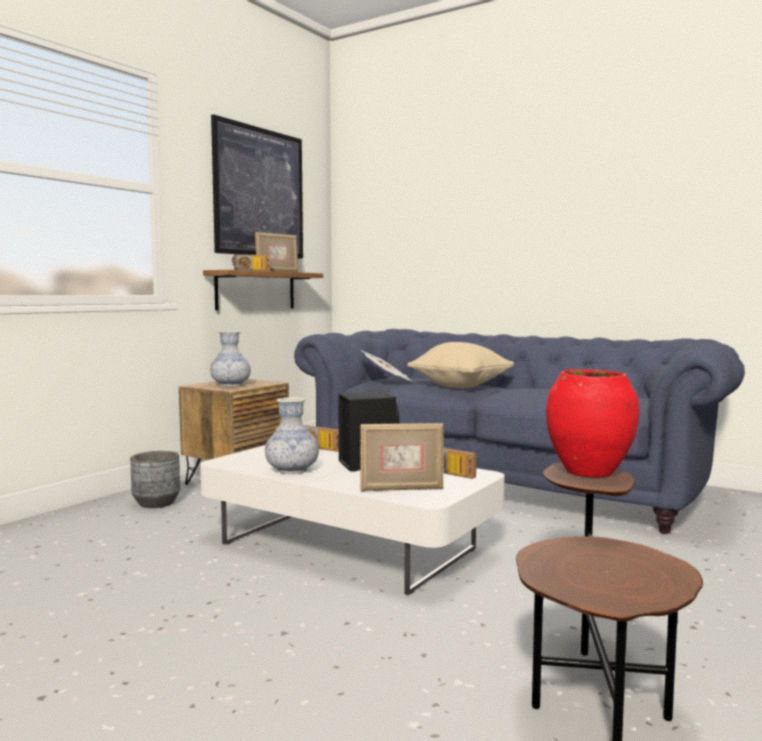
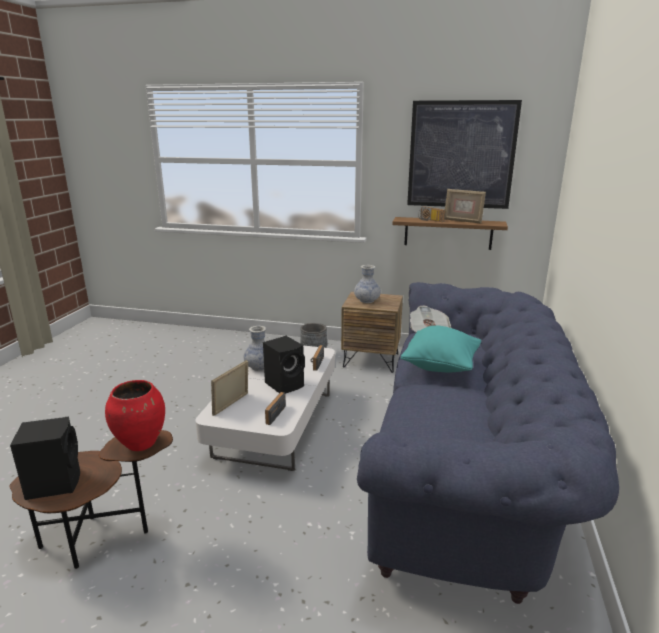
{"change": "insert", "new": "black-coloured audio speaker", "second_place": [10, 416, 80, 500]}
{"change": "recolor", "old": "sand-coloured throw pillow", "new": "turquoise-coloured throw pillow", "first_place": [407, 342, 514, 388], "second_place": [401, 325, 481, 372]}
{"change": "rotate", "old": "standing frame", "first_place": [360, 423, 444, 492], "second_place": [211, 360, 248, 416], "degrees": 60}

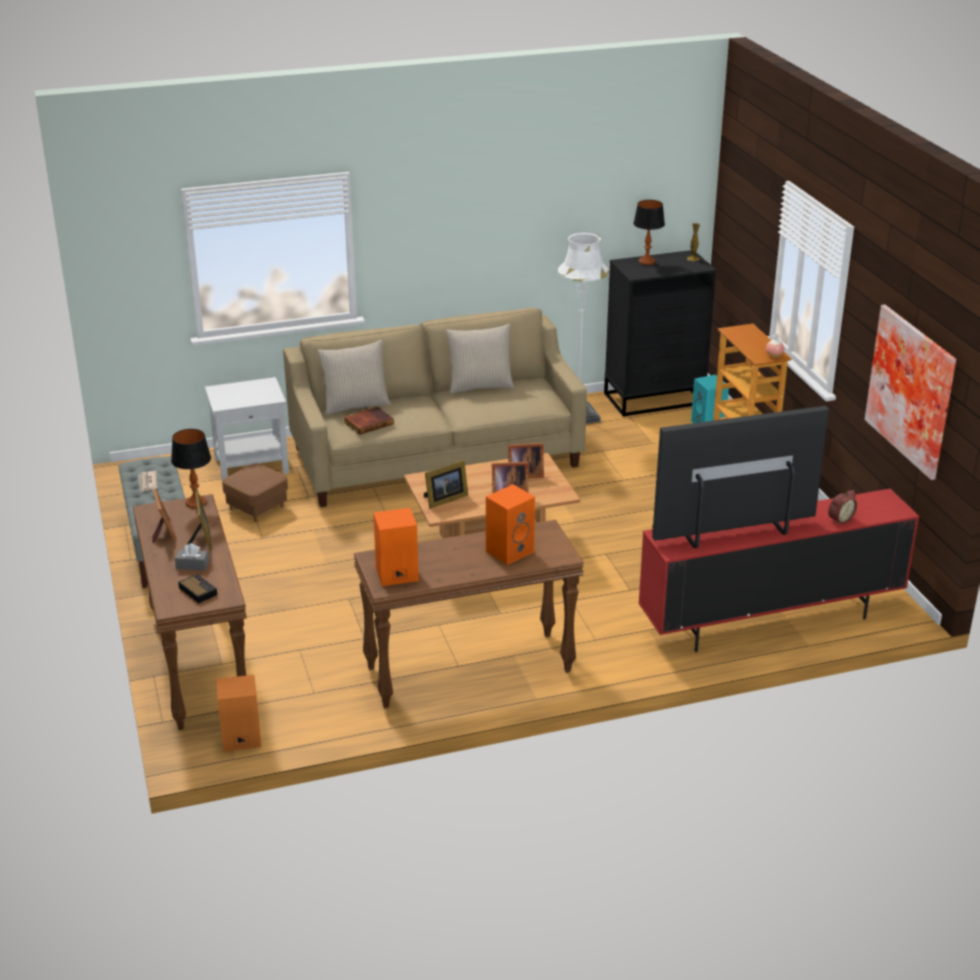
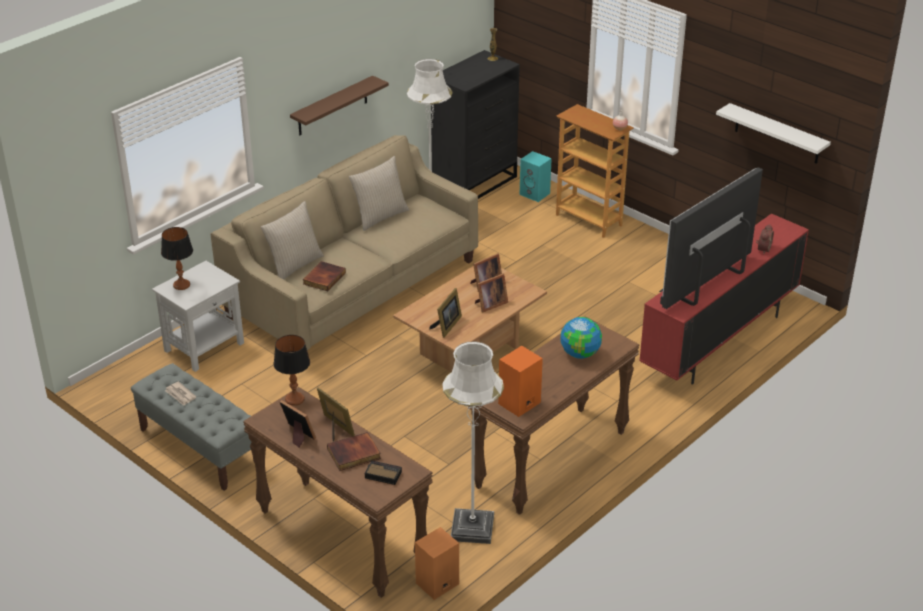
{"change": "delete", "old": "brown ottoman", "first_place": [222, 463, 288, 522]}
{"change": "insert", "new": "brown bracket shelf", "second_place": [290, 76, 389, 135]}
{"change": "insert", "new": "white standing lamp", "second_place": [442, 341, 504, 544]}
{"change": "move", "old": "lamp for a table", "first_place": [633, 200, 665, 265], "second_place": [161, 227, 193, 290]}
{"change": "replace", "old": "greyish box of tissues", "new": "volume", "first_place": [175, 543, 209, 571], "second_place": [327, 432, 381, 471]}
{"change": "replace", "old": "orangey audio speaker", "new": "world globe", "first_place": [486, 484, 535, 565], "second_place": [561, 317, 602, 359]}
{"change": "replace", "old": "picture", "new": "white bracket shelf", "first_place": [865, 304, 956, 480], "second_place": [716, 103, 831, 164]}

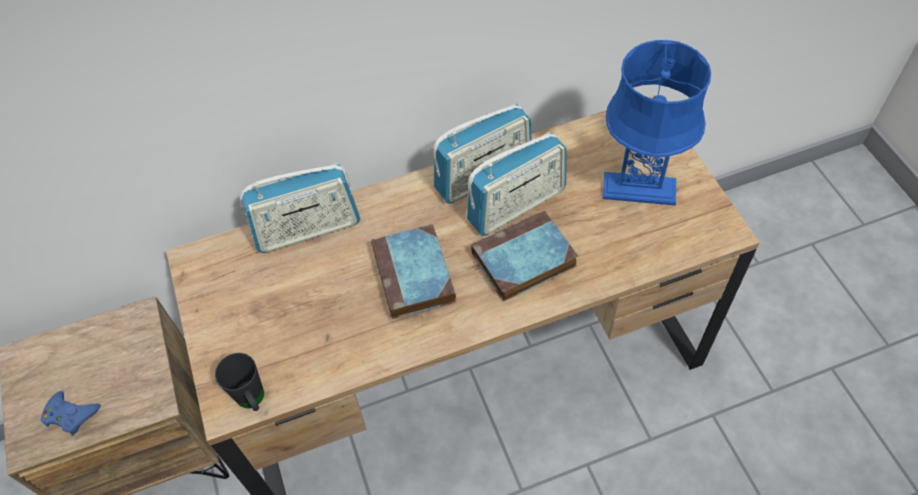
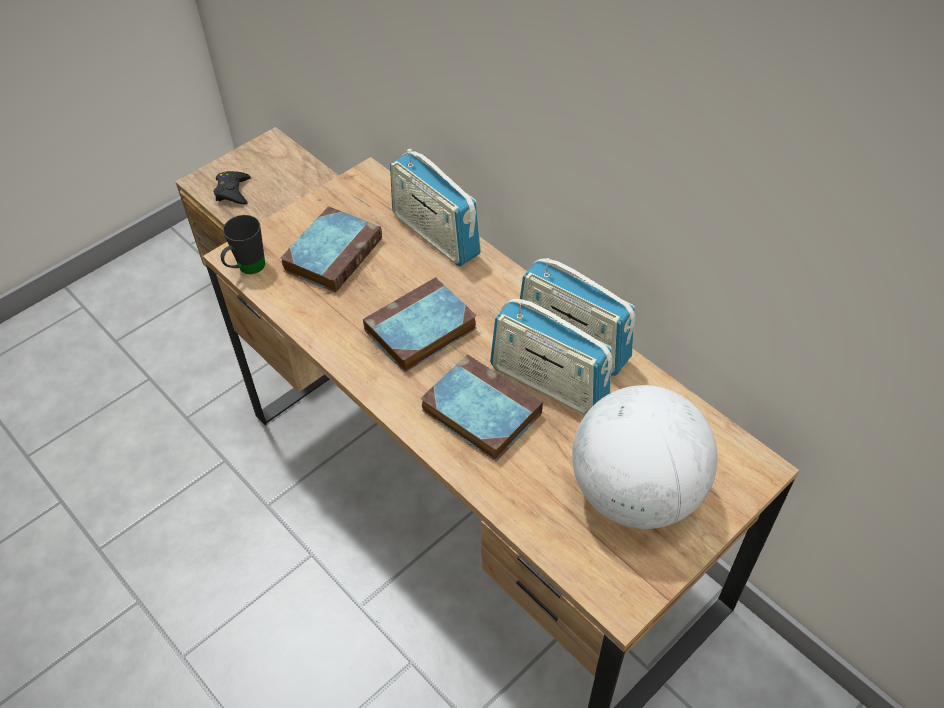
{"change": "insert", "new": "volume", "second_place": [280, 206, 382, 293]}
{"change": "replace", "old": "blue-coloured lamp for a table", "new": "world globe", "first_place": [603, 40, 711, 206], "second_place": [572, 385, 718, 529]}
{"change": "recolor", "old": "blue-coloured joypad", "new": "black-coloured joypad", "first_place": [41, 391, 101, 436], "second_place": [214, 171, 251, 204]}

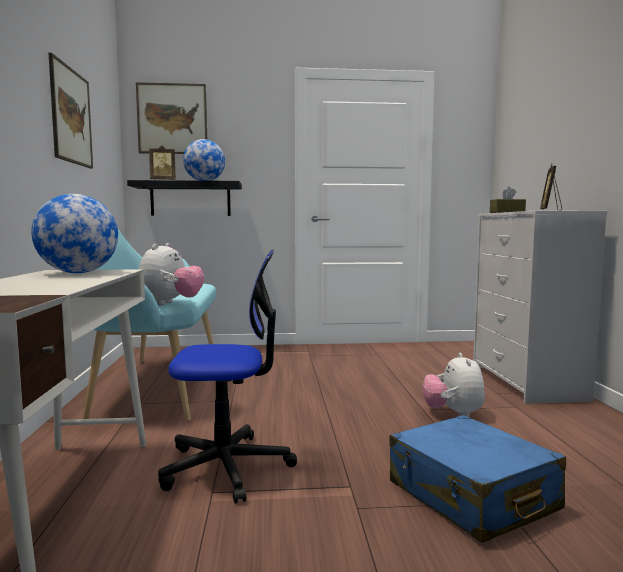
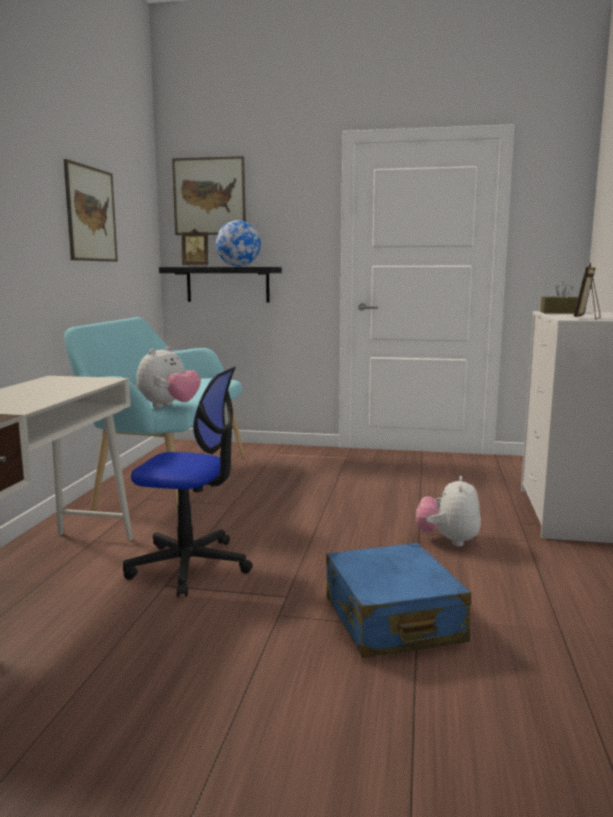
{"change": "delete", "old": "world globe", "first_place": [31, 194, 118, 273]}

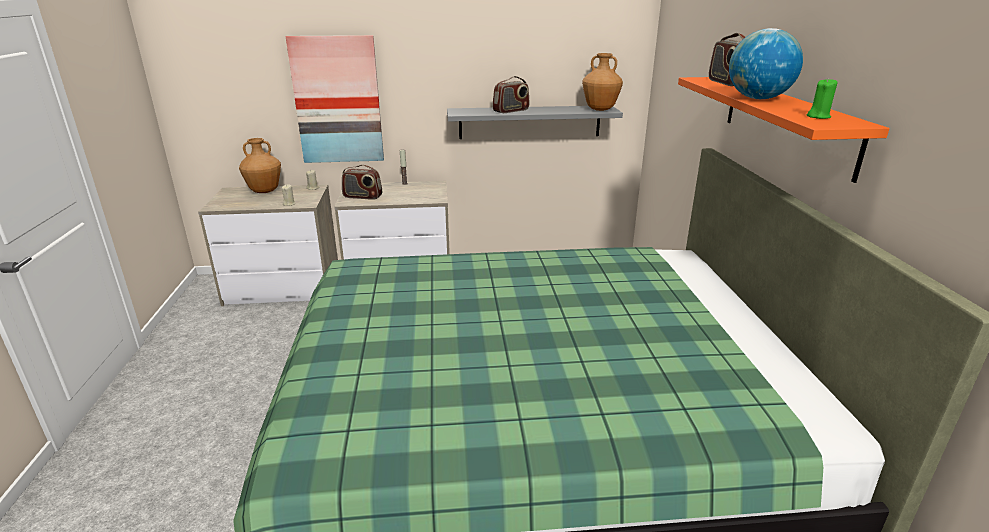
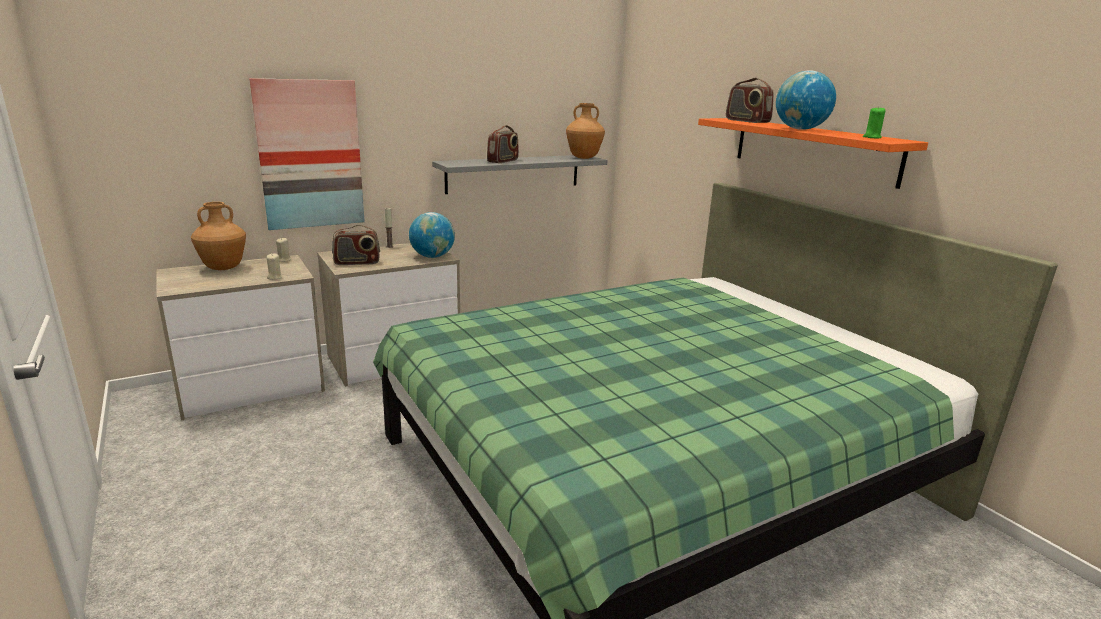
{"change": "insert", "new": "world globe", "second_place": [409, 212, 455, 258]}

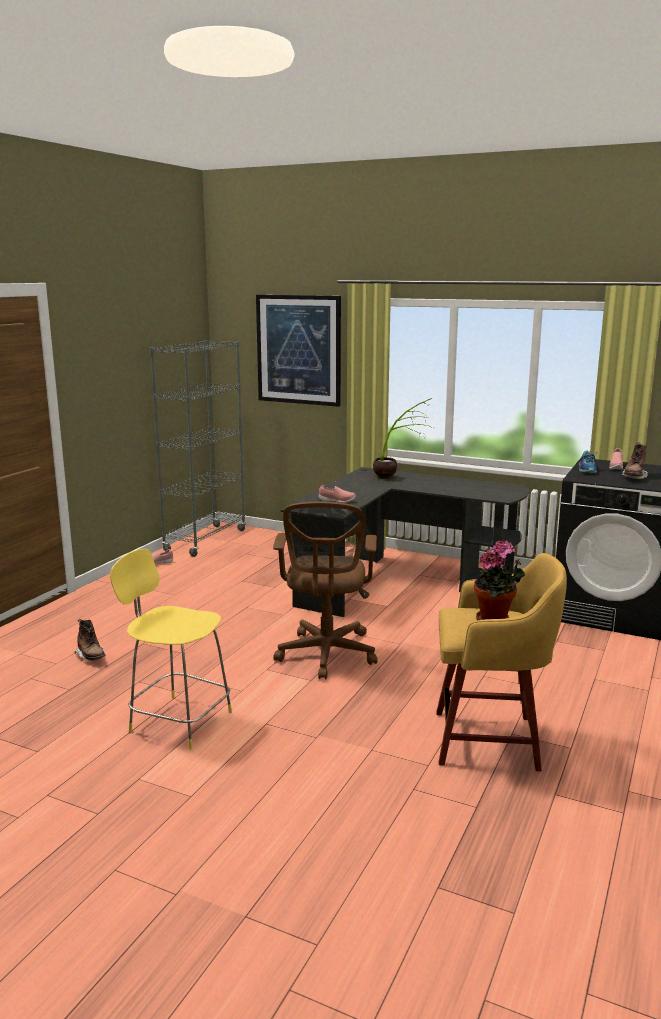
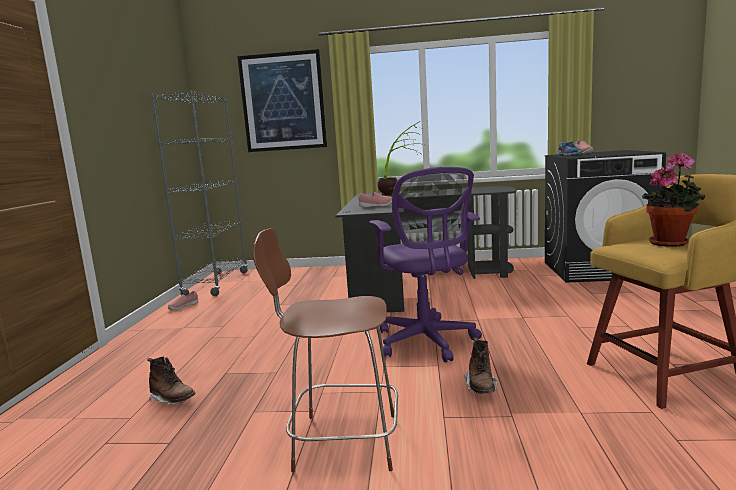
{"change": "move", "old": "brown boot", "first_place": [622, 443, 648, 479], "second_place": [464, 337, 498, 394]}
{"change": "recolor", "old": "yellowish stool seat", "new": "brown stool seat", "first_place": [110, 549, 232, 750], "second_place": [253, 229, 398, 472]}
{"change": "recolor", "old": "brown desk chair", "new": "purple desk chair", "first_place": [273, 502, 378, 679], "second_place": [369, 167, 482, 363]}

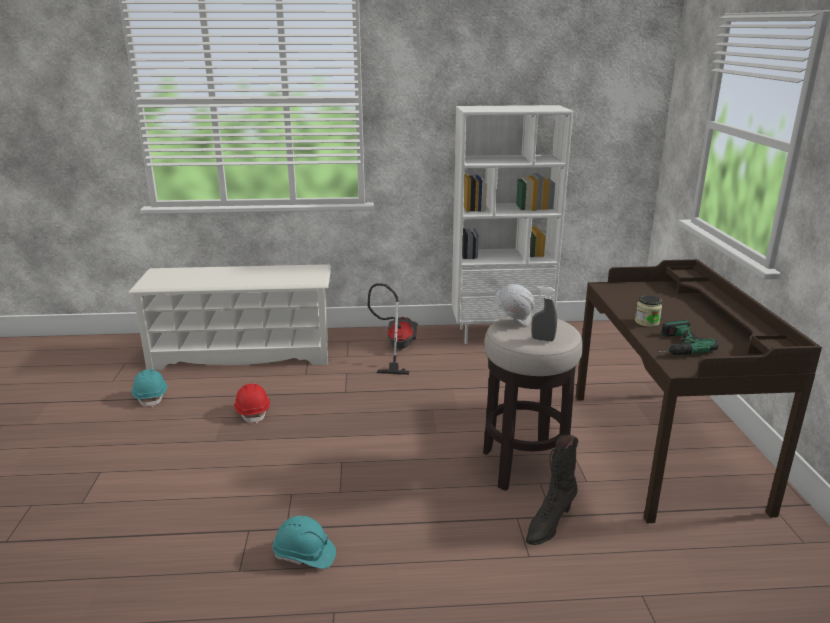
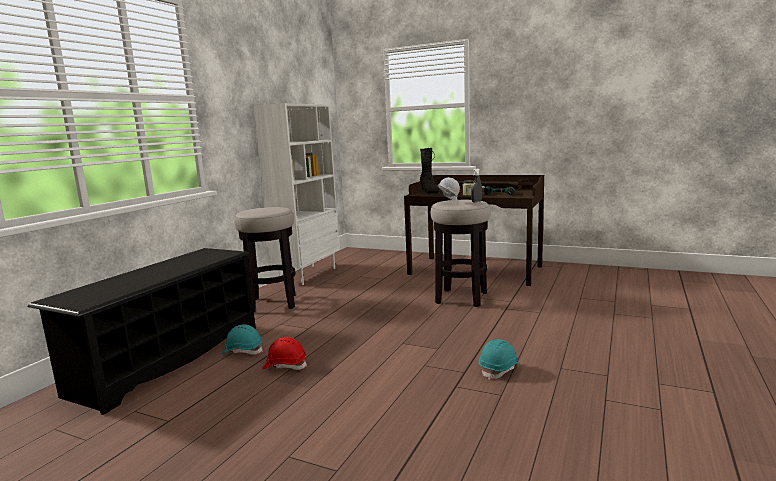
{"change": "move", "old": "turquoise-coloured work helmet", "first_place": [131, 369, 167, 407], "second_place": [221, 324, 263, 355]}
{"change": "move", "old": "black-coloured boot", "first_place": [526, 435, 578, 545], "second_place": [420, 148, 441, 194]}
{"change": "replace", "old": "hoover", "new": "stool seat", "first_place": [367, 283, 418, 375], "second_place": [234, 207, 296, 312]}
{"change": "recolor", "old": "white shoe rack", "new": "black-coloured shoe rack", "first_place": [128, 264, 331, 370], "second_place": [28, 248, 256, 415]}

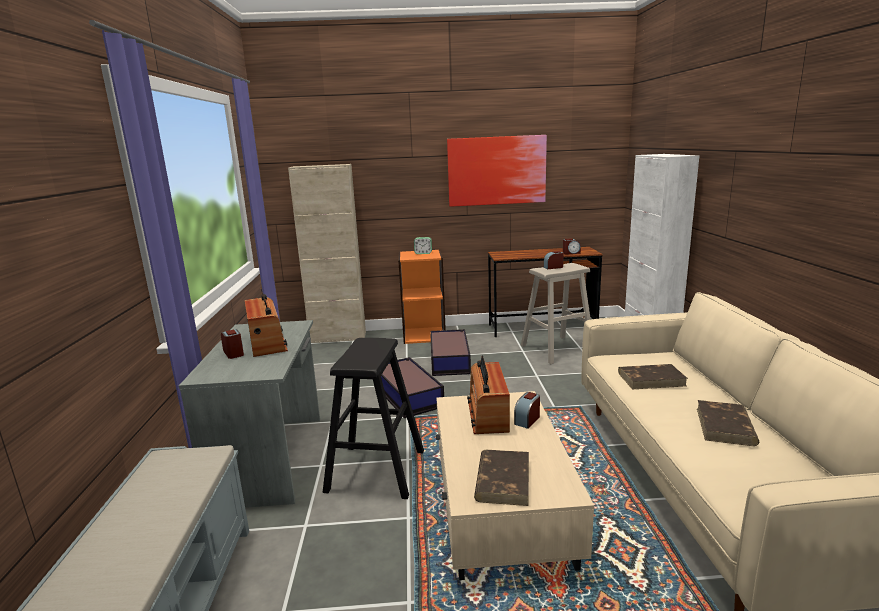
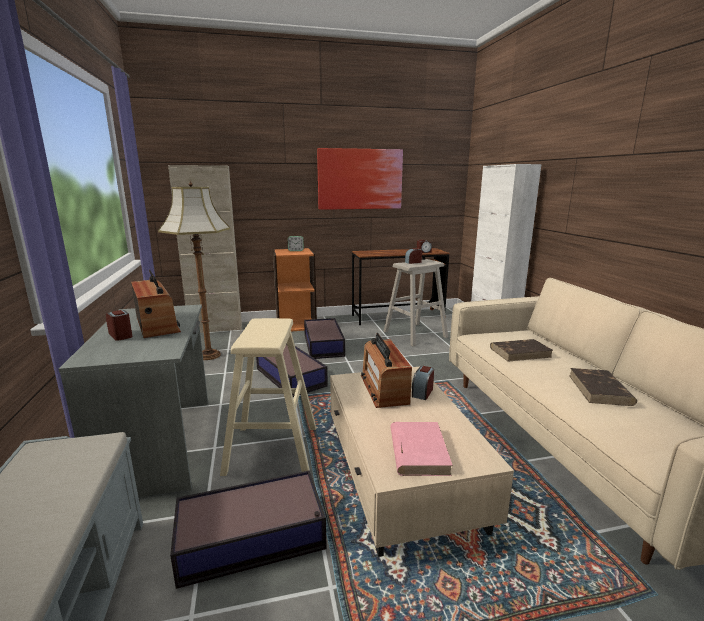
{"change": "insert", "new": "standing lamp", "second_place": [158, 181, 230, 360]}
{"change": "insert", "new": "storage container", "second_place": [170, 470, 327, 589]}
{"change": "recolor", "old": "black-coloured stool seat", "new": "sand-coloured stool seat", "first_place": [323, 338, 424, 499], "second_place": [220, 318, 316, 476]}
{"change": "recolor", "old": "brown volume", "new": "pinkish volume", "first_place": [474, 450, 529, 506], "second_place": [390, 422, 453, 476]}

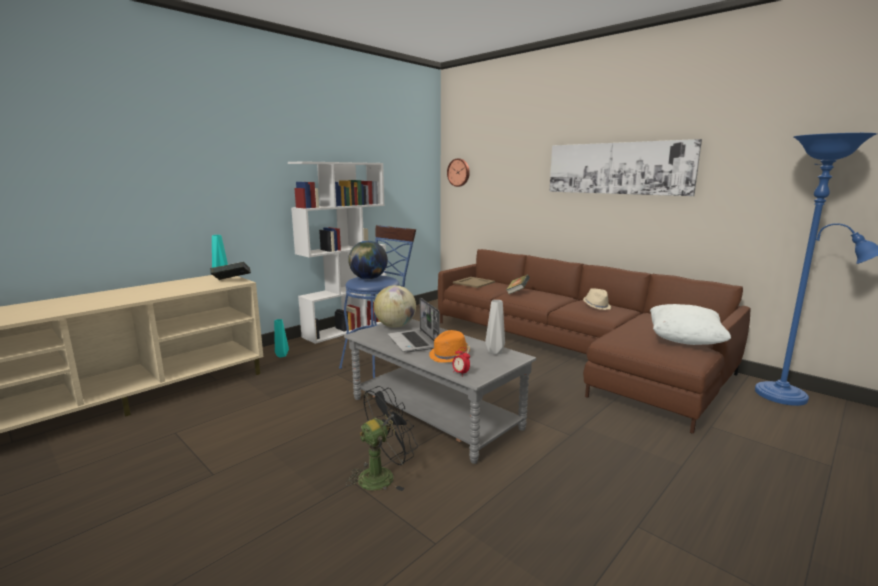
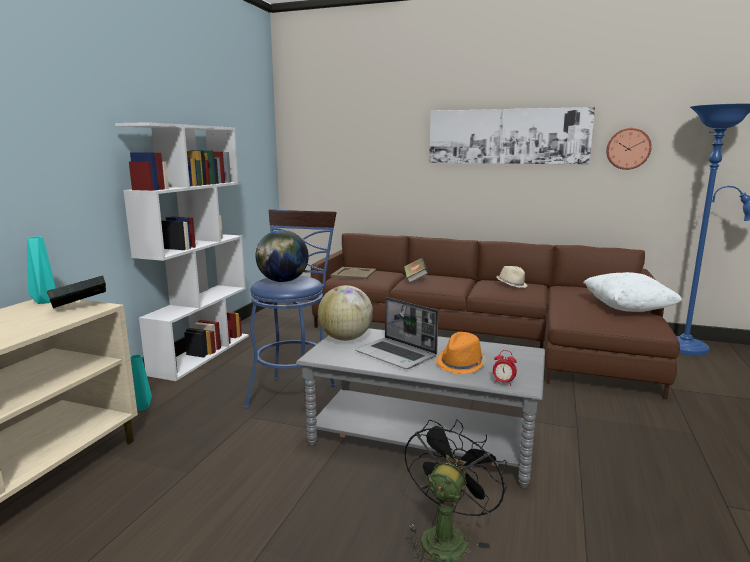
{"change": "delete", "old": "greyish decorative vase", "first_place": [485, 300, 505, 355]}
{"change": "move", "old": "hanging clock", "first_place": [447, 159, 470, 187], "second_place": [606, 128, 652, 170]}

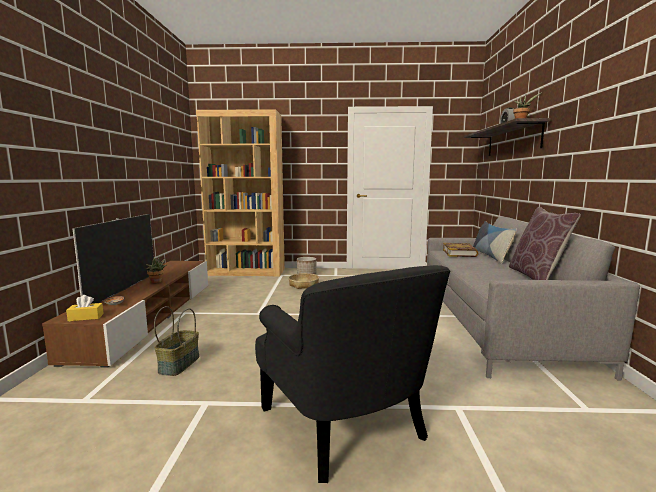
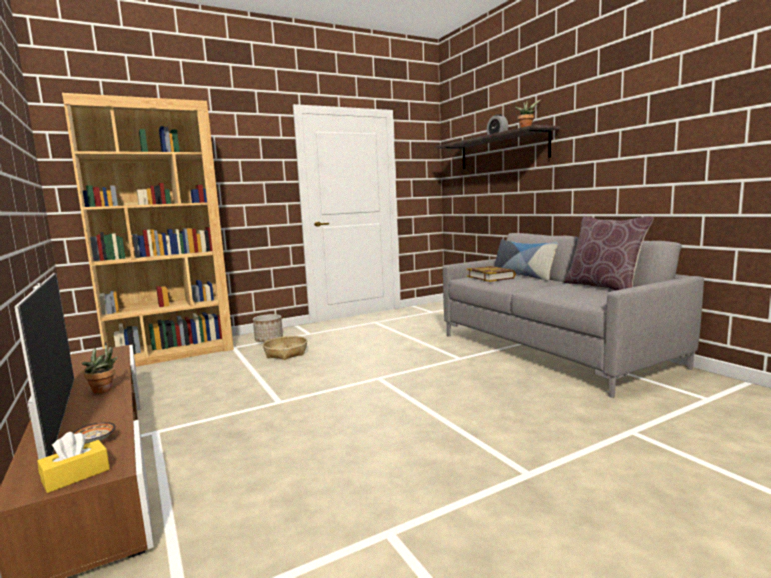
{"change": "delete", "old": "storage basket", "first_place": [154, 306, 199, 376]}
{"change": "delete", "old": "black-coloured armchair", "first_place": [255, 265, 451, 483]}

